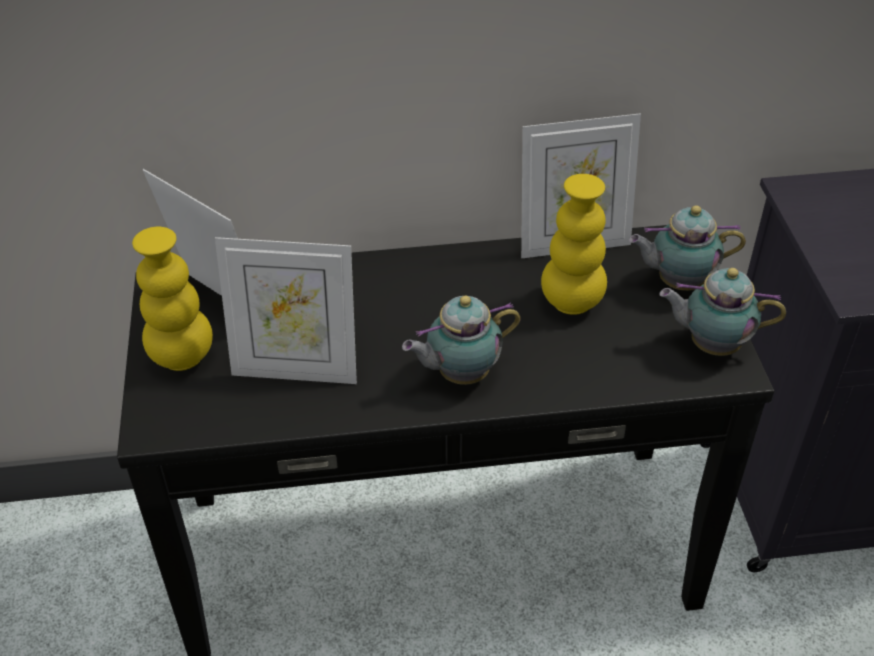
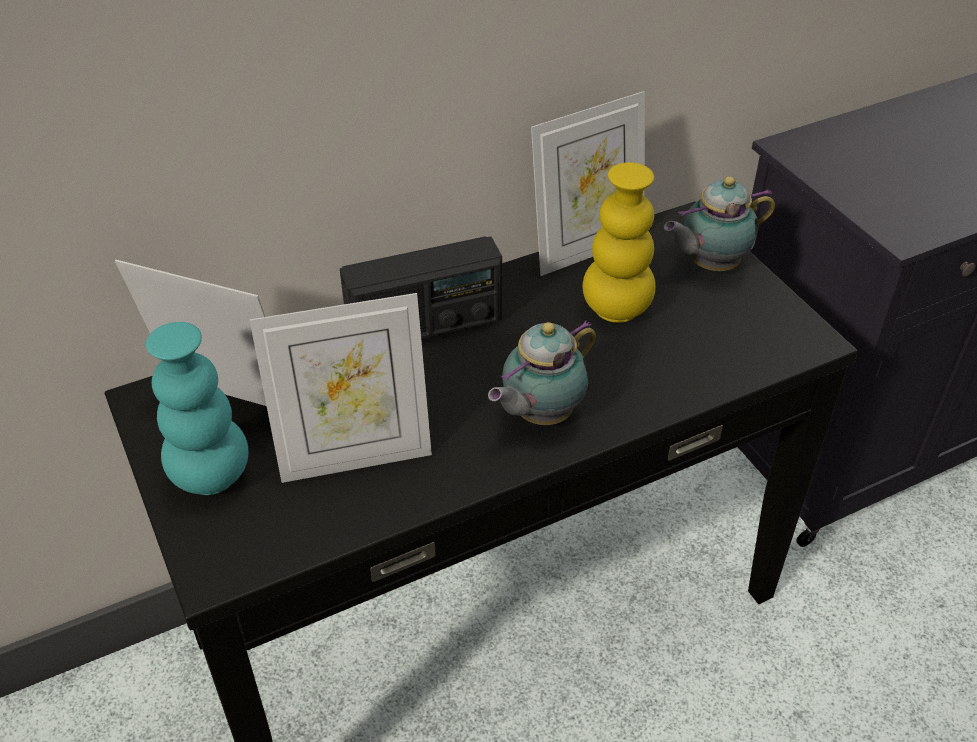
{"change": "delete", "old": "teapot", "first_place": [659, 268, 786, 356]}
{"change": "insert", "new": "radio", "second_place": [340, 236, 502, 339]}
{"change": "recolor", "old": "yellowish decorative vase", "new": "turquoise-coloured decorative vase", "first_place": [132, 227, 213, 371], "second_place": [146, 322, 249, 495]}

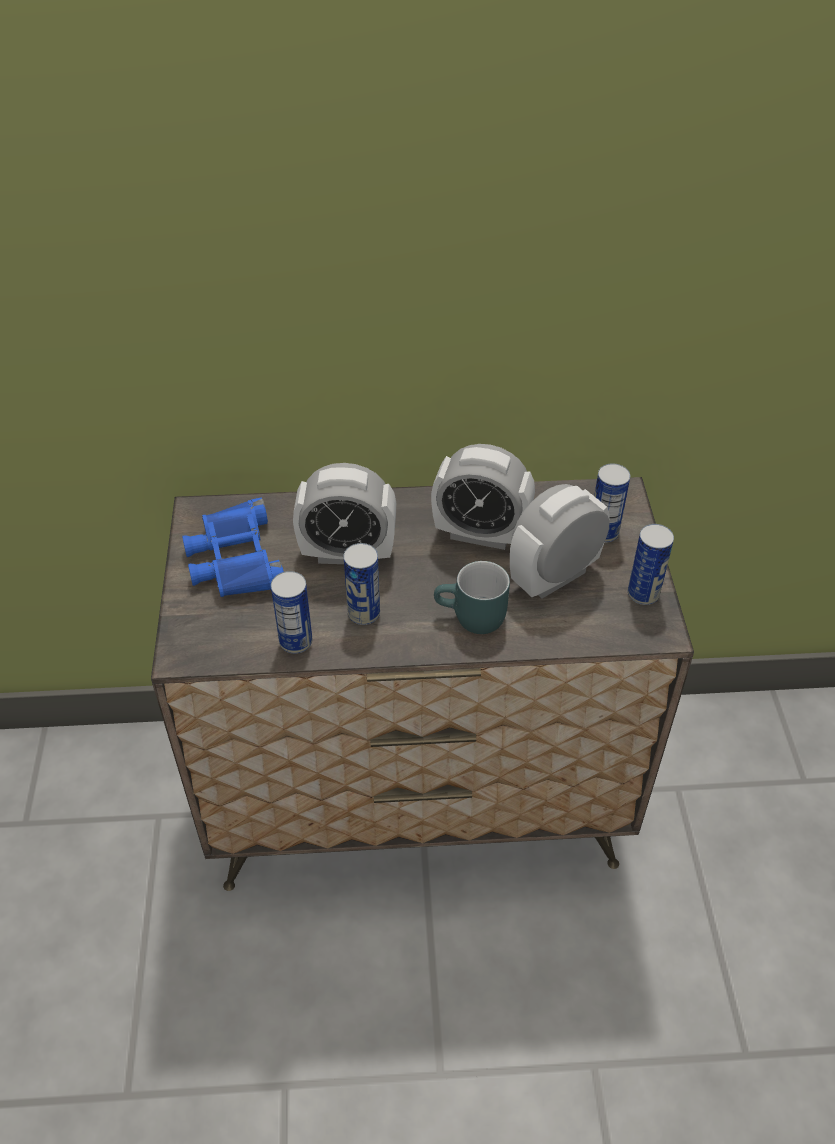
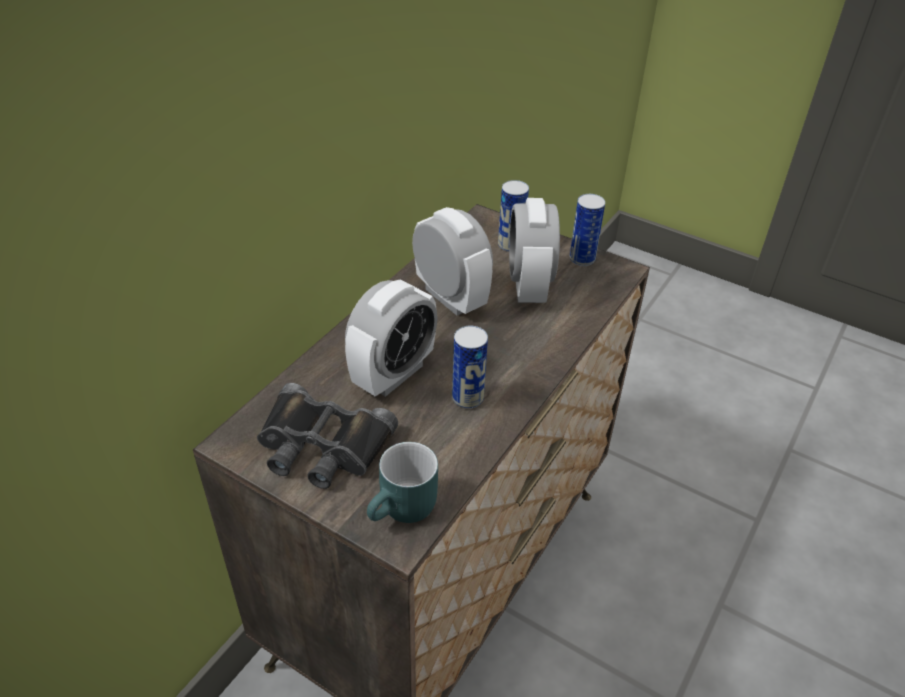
{"change": "delete", "old": "metal can", "first_place": [271, 571, 312, 654]}
{"change": "move", "old": "turquoise-coloured coffee mug", "first_place": [434, 561, 510, 634], "second_place": [367, 442, 438, 523]}
{"change": "recolor", "old": "blue-coloured pair of binoculars", "new": "black-coloured pair of binoculars", "first_place": [182, 498, 284, 597], "second_place": [257, 383, 398, 489]}
{"change": "rotate", "old": "bedside clock", "first_place": [431, 444, 535, 550], "second_place": [412, 207, 493, 316], "degrees": -90}

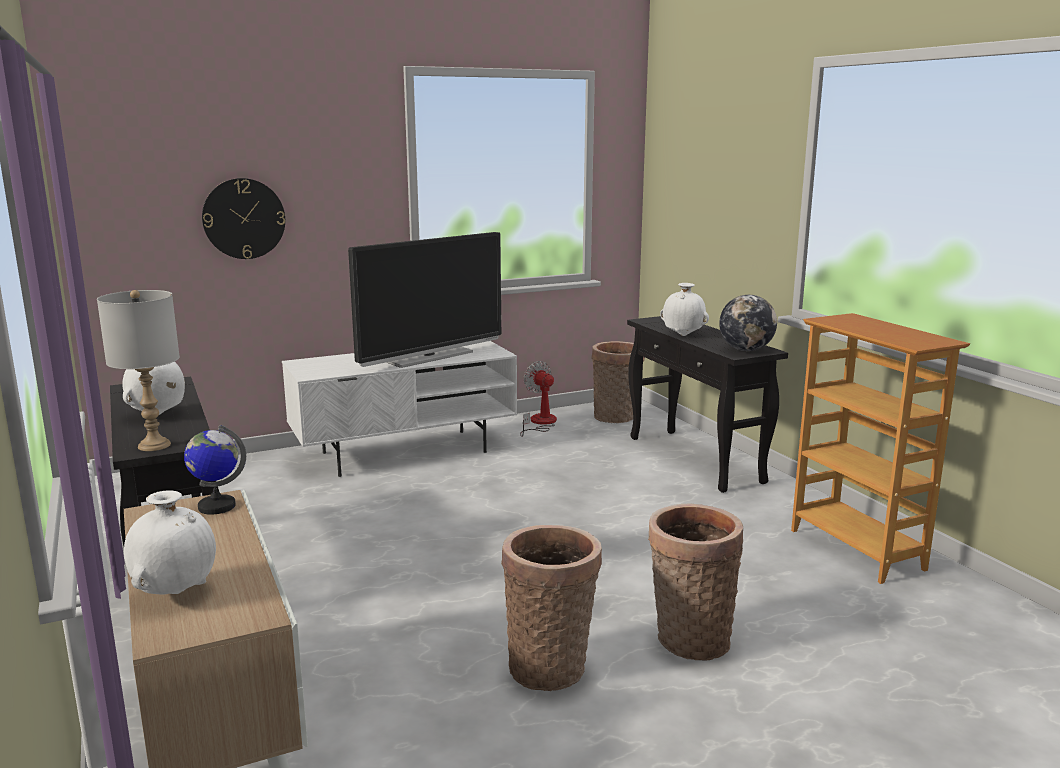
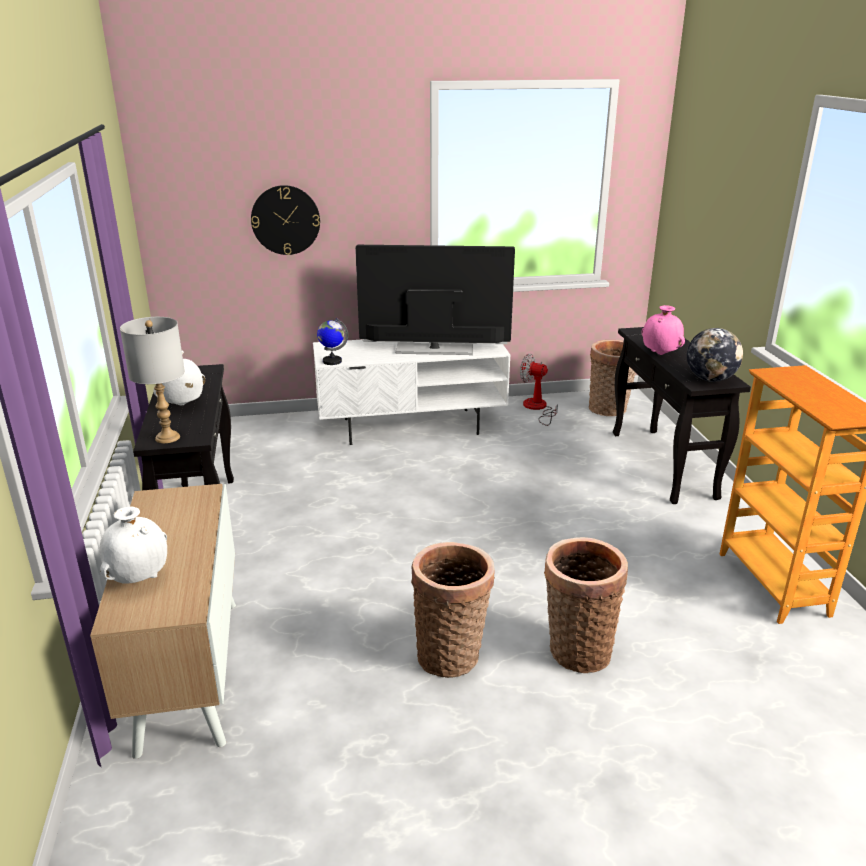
{"change": "move", "old": "world globe", "first_place": [184, 425, 246, 515], "second_place": [317, 318, 348, 365]}
{"change": "recolor", "old": "white decorative vase", "new": "pinkish decorative vase", "first_place": [660, 283, 709, 336], "second_place": [642, 305, 685, 355]}
{"change": "rotate", "old": "television", "first_place": [348, 232, 501, 368], "second_place": [355, 245, 515, 355], "degrees": -150}
{"change": "rotate", "old": "cooling fan", "first_place": [520, 361, 557, 437], "second_place": [520, 354, 558, 426], "degrees": -45}

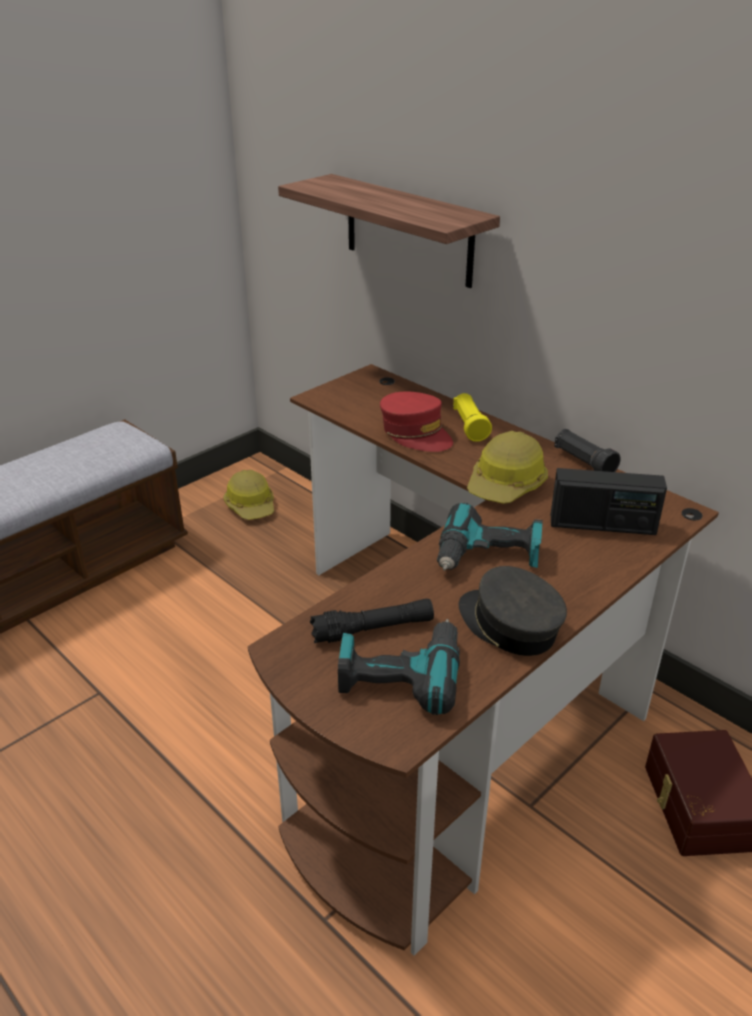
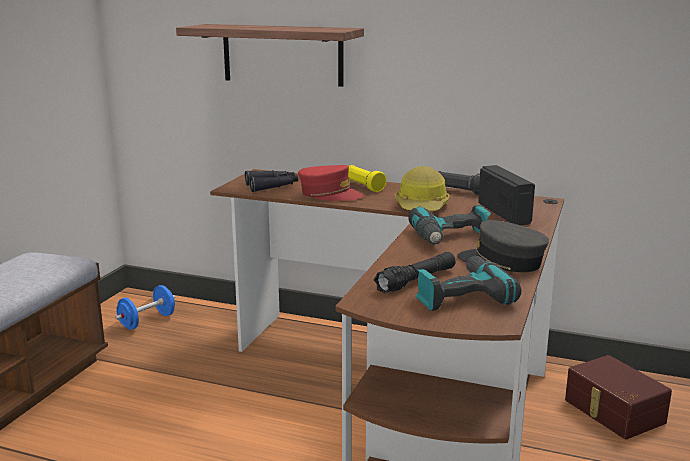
{"change": "insert", "new": "black-coloured pair of binoculars", "second_place": [245, 170, 298, 192]}
{"change": "replace", "old": "work helmet", "new": "blue-coloured hand weight", "first_place": [223, 470, 274, 520], "second_place": [115, 285, 175, 330]}
{"change": "rotate", "old": "radio", "first_place": [551, 468, 667, 535], "second_place": [478, 165, 535, 225], "degrees": -90}

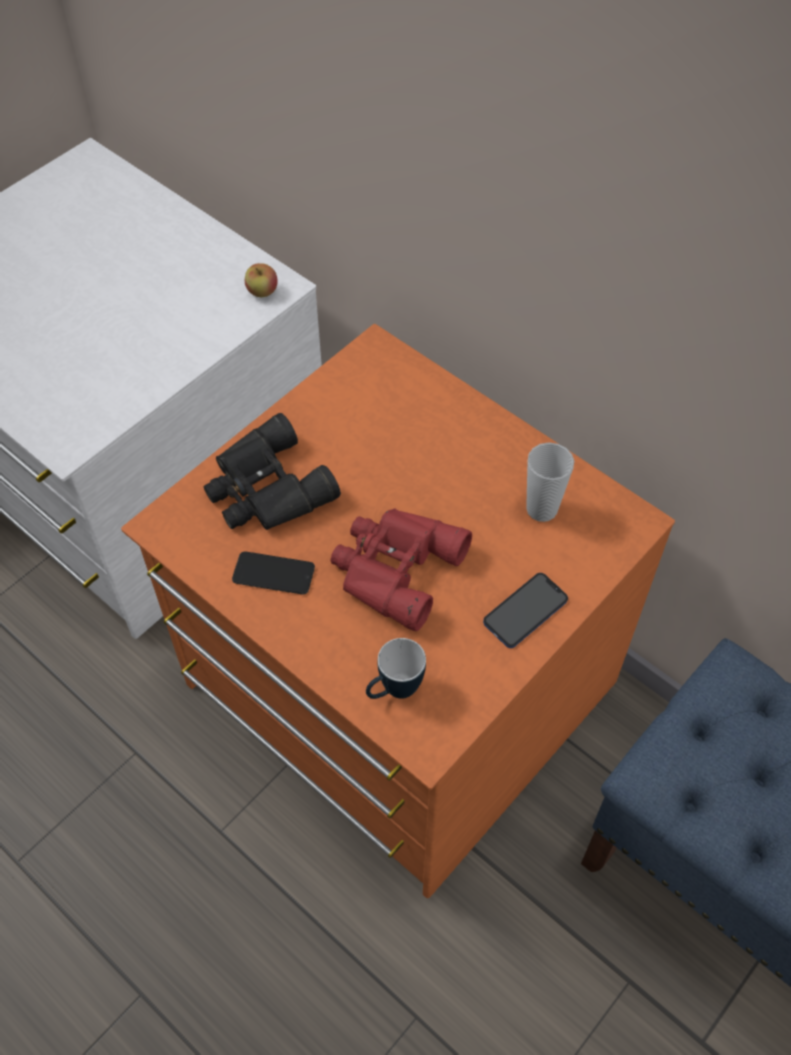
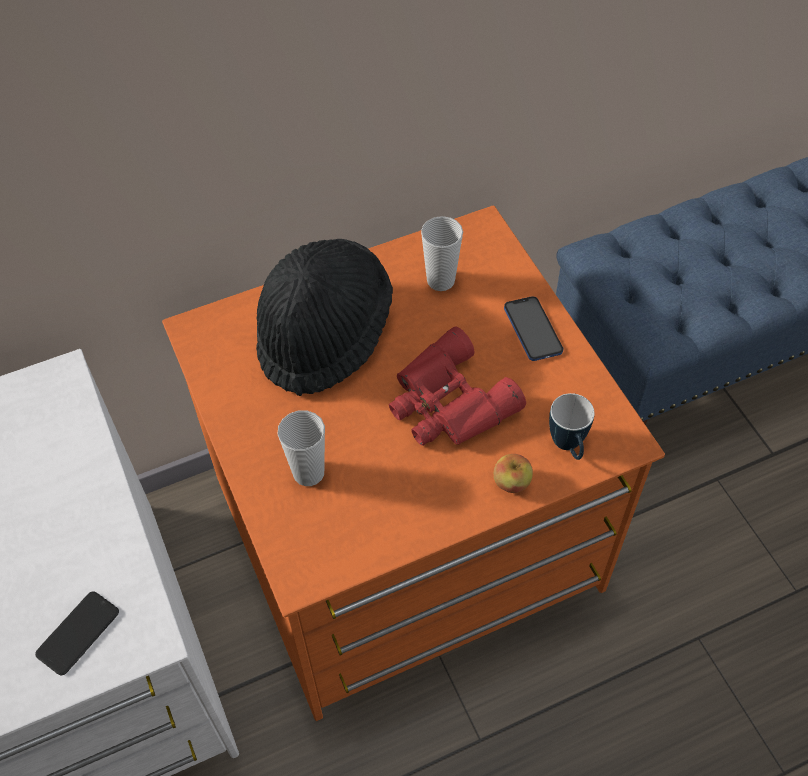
{"change": "insert", "new": "black-coloured clothing hat", "second_place": [256, 239, 393, 396]}
{"change": "move", "old": "phone", "first_place": [232, 551, 315, 595], "second_place": [35, 591, 119, 675]}
{"change": "move", "old": "apple", "first_place": [245, 263, 278, 297], "second_place": [494, 454, 533, 493]}
{"change": "replace", "old": "black-coloured pair of binoculars", "new": "cup", "first_place": [203, 413, 341, 530], "second_place": [278, 410, 325, 486]}

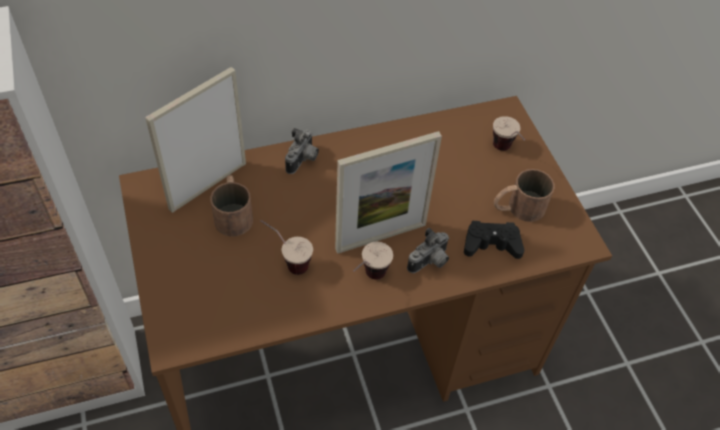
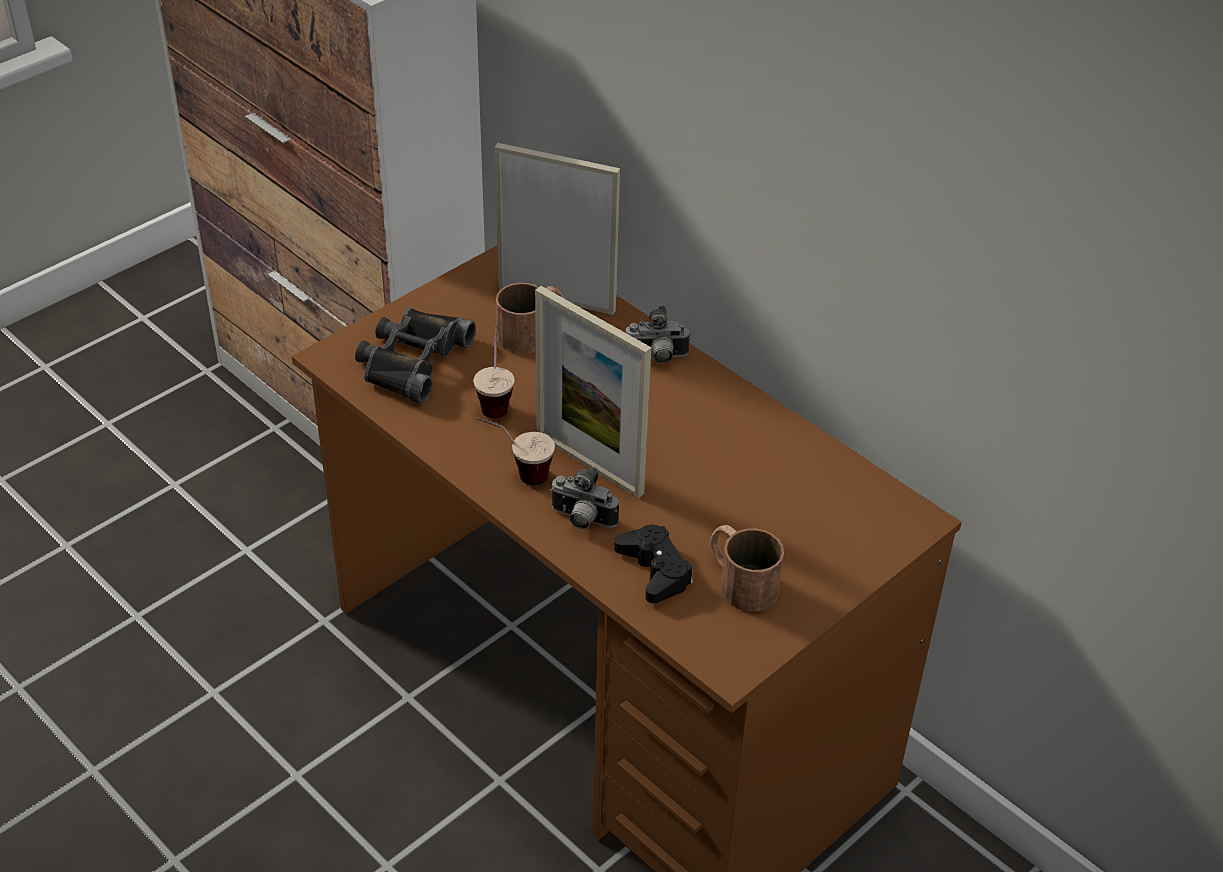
{"change": "delete", "old": "cup", "first_place": [493, 116, 525, 151]}
{"change": "insert", "new": "black-coloured pair of binoculars", "second_place": [355, 308, 476, 404]}

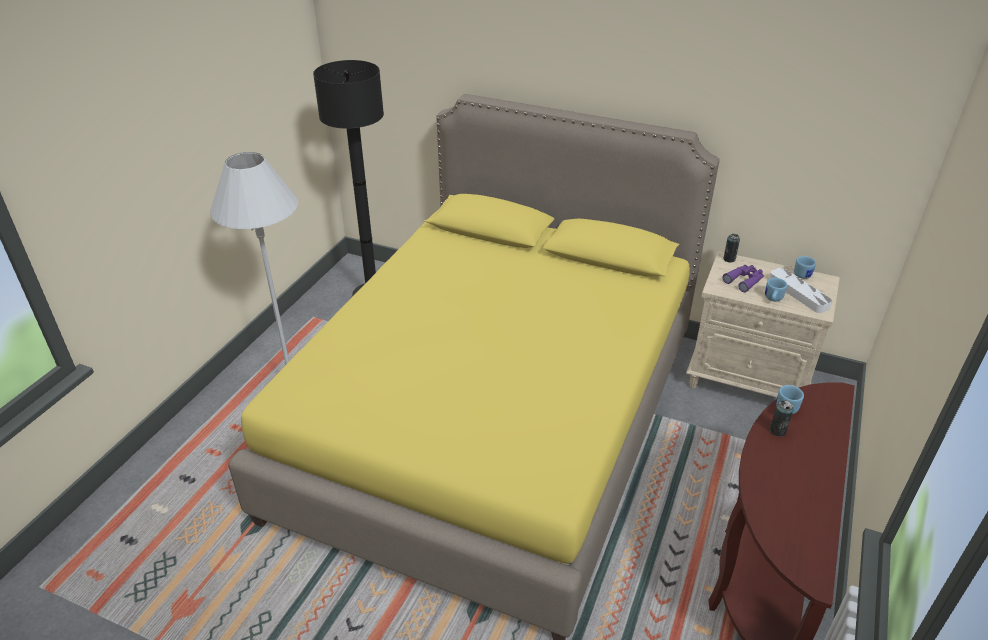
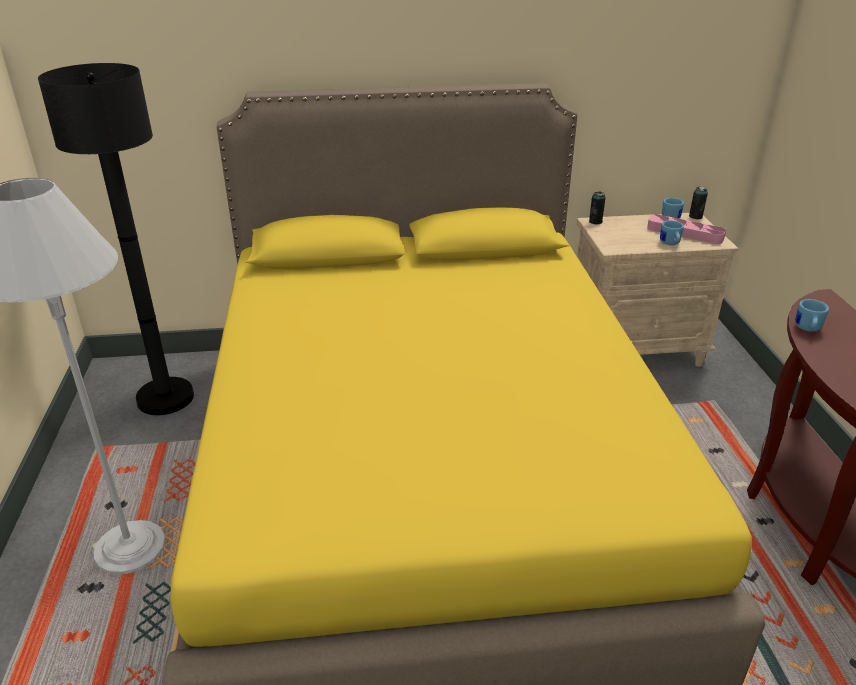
{"change": "delete", "old": "purple pair of binoculars", "first_place": [722, 265, 764, 292]}
{"change": "move", "old": "metal can", "first_place": [769, 400, 793, 437], "second_place": [689, 187, 708, 219]}
{"change": "recolor", "old": "white tray", "new": "pinkish tray", "first_place": [769, 268, 832, 313], "second_place": [647, 214, 726, 244]}

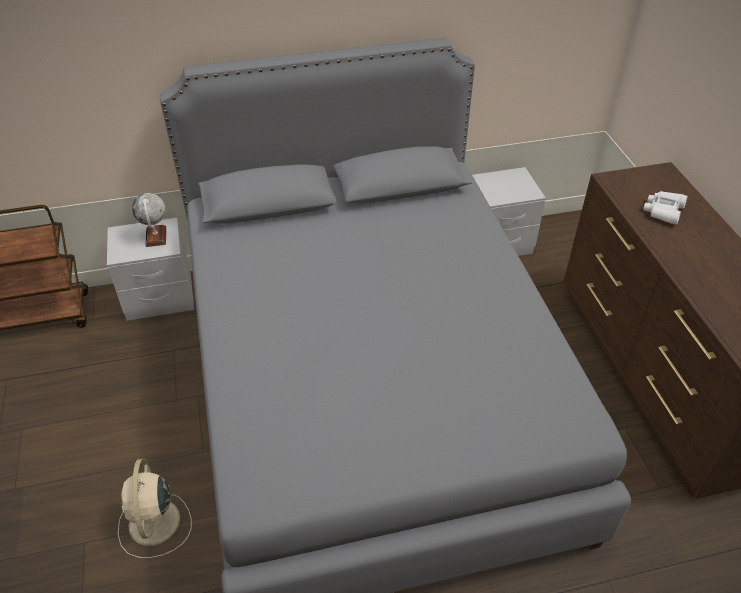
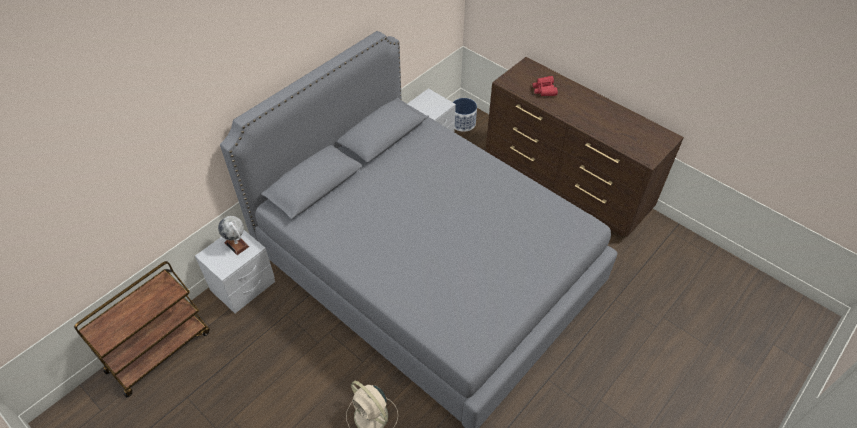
{"change": "insert", "new": "planter", "second_place": [453, 98, 477, 132]}
{"change": "recolor", "old": "white pair of binoculars", "new": "reddish pair of binoculars", "first_place": [643, 191, 688, 225], "second_place": [533, 76, 558, 96]}

